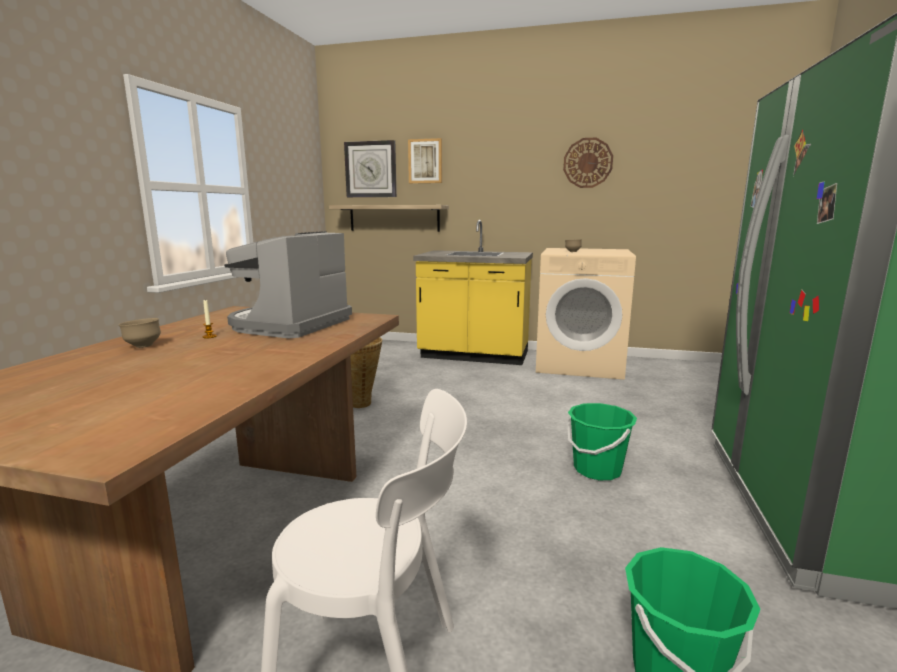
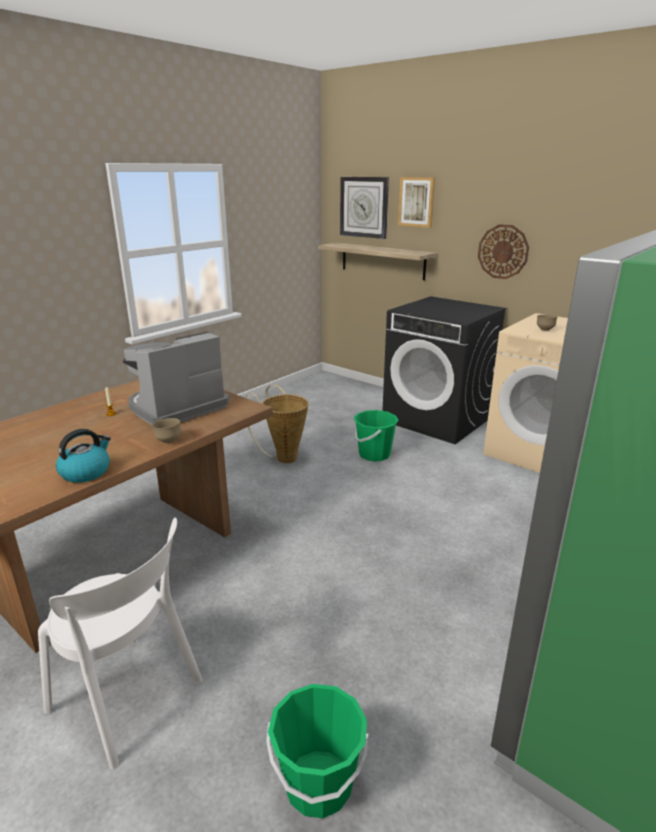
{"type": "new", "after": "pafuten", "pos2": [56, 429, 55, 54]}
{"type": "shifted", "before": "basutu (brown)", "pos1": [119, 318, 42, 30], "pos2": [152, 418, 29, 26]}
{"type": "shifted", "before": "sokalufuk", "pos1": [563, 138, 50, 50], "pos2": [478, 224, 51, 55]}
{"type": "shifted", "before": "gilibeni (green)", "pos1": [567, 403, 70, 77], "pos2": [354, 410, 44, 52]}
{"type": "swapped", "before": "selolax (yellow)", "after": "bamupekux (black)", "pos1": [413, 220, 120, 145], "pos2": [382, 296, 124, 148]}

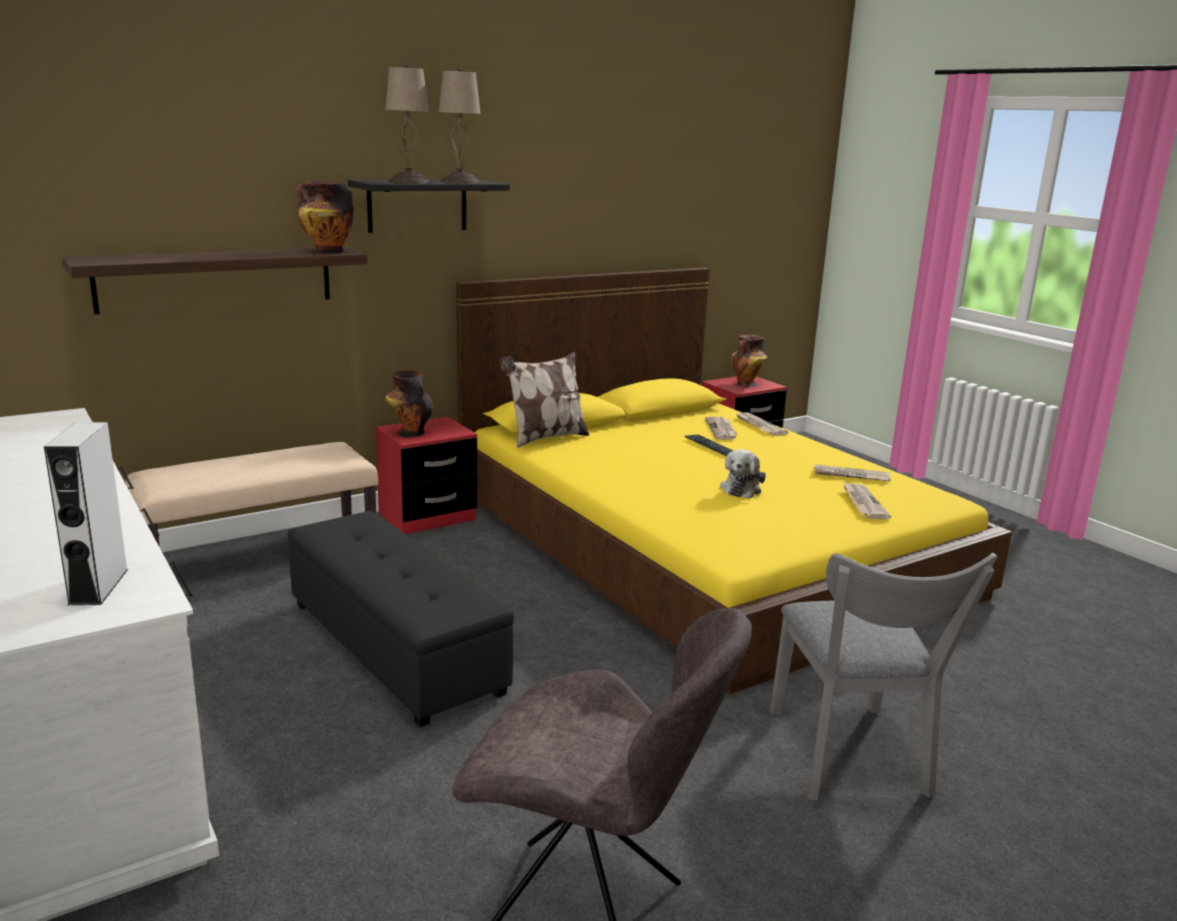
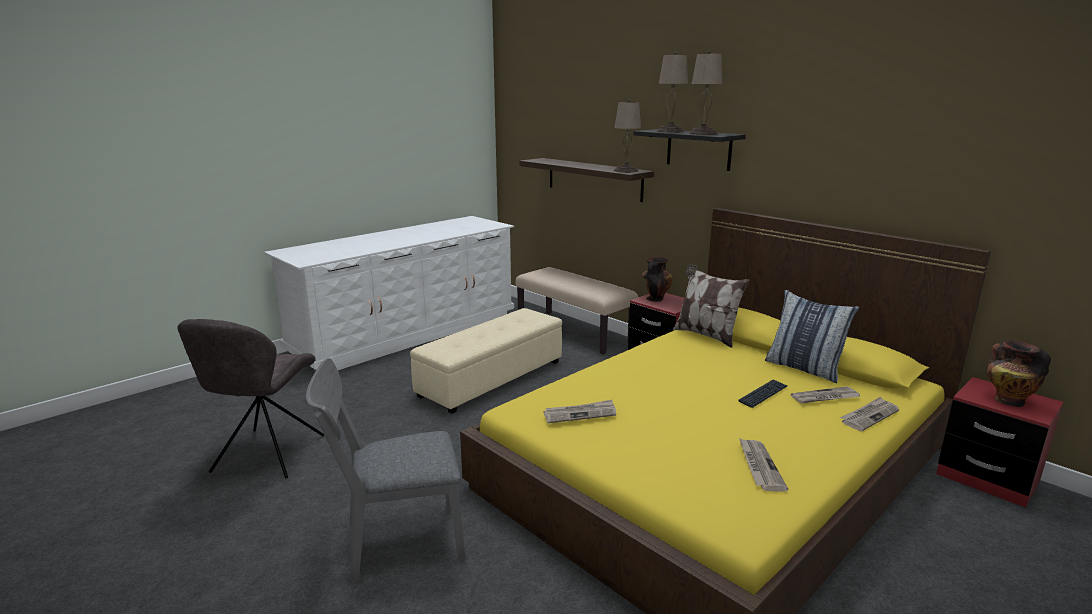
{"type": "gone", "before": "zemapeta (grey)", "pos1": [44, 422, 84, 183]}
{"type": "gone", "before": "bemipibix", "pos1": [720, 449, 46, 50]}
{"type": "new", "after": "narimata", "pos2": [765, 290, 94, 93]}
{"type": "shifted", "before": "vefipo", "pos1": [843, 482, 48, 37], "pos2": [543, 400, 73, 23]}
{"type": "swapped", "before": "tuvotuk", "after": "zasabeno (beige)", "pos1": [296, 181, 58, 72], "pos2": [614, 100, 27, 73]}
{"type": "repainted", "before": "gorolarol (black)", "after": "gorolarol (beige)", "pos1": [288, 511, 226, 216], "pos2": [410, 308, 152, 106]}

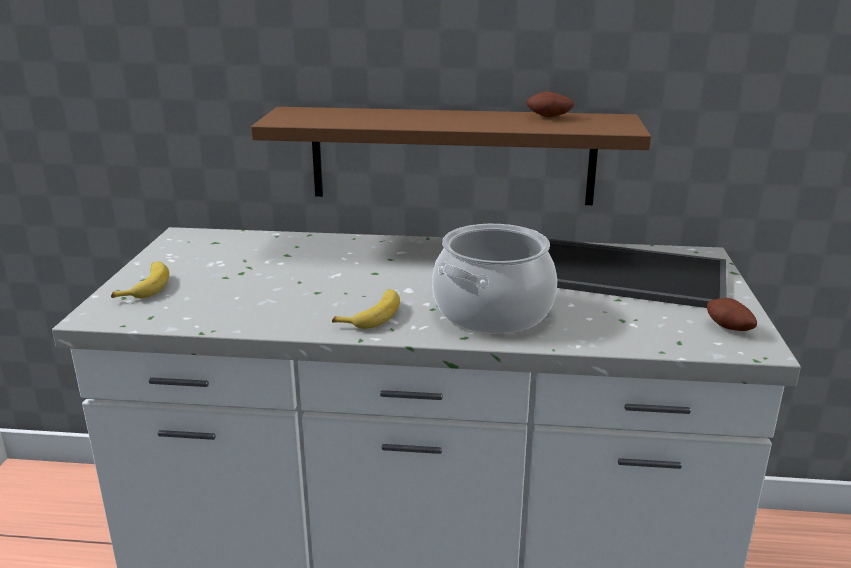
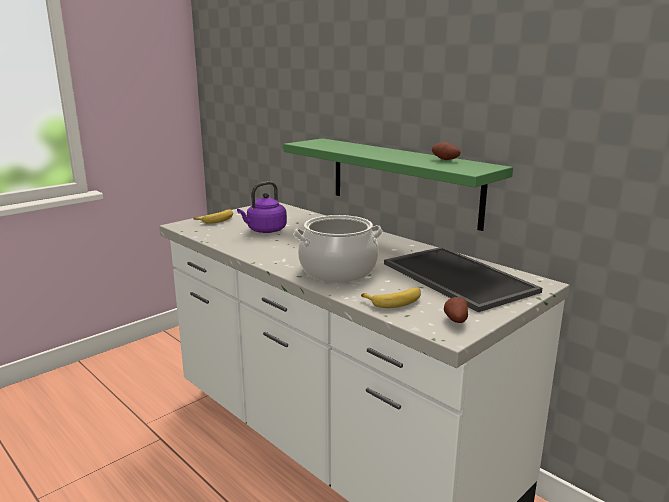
{"type": "new", "after": "pafuten (purple)", "pos2": [237, 181, 50, 52]}
{"type": "shifted", "before": "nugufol", "pos1": [332, 289, 68, 40], "pos2": [361, 288, 60, 20]}
{"type": "repainted", "before": "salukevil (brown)", "after": "salukevil (green)", "pos1": [251, 107, 400, 98], "pos2": [283, 138, 230, 93]}

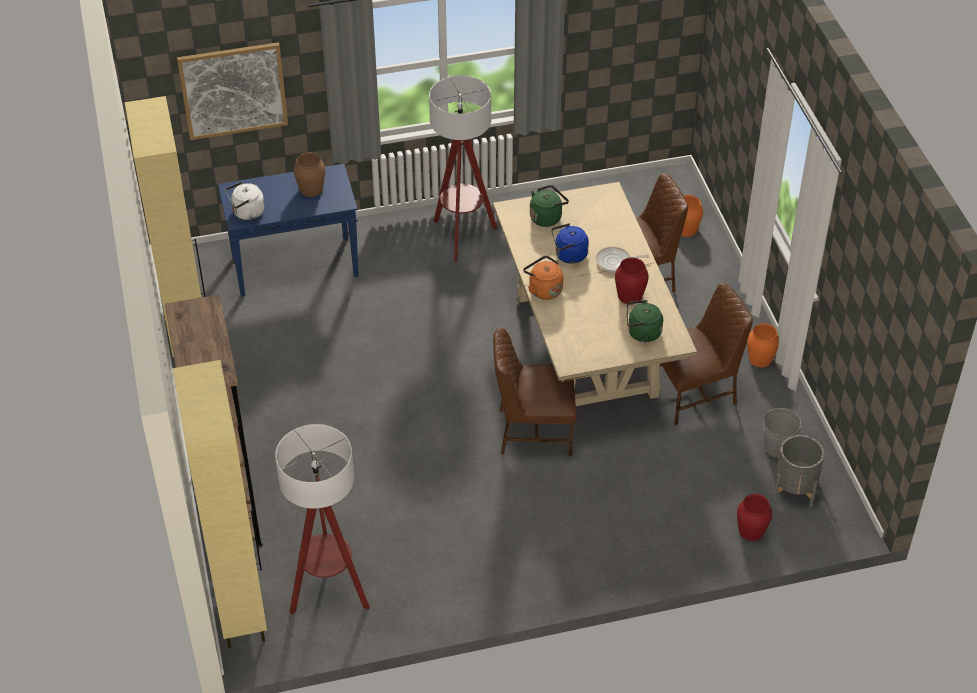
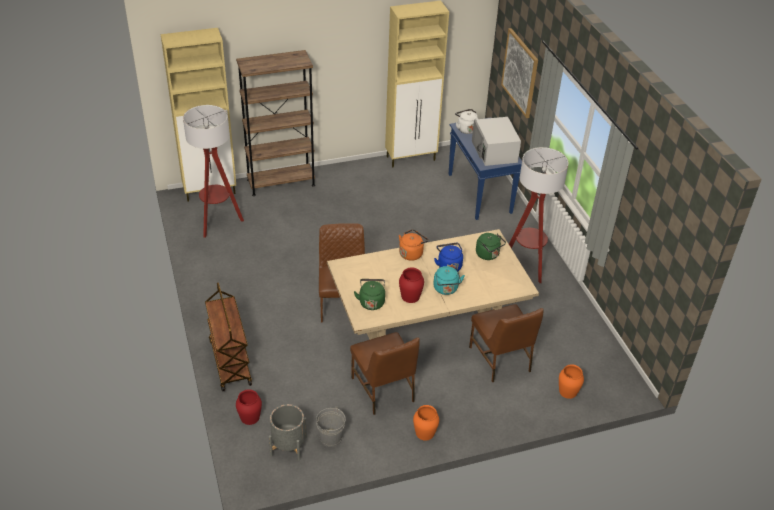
{"type": "new", "after": "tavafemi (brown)", "pos2": [205, 282, 47, 110]}
{"type": "swapped", "before": "tuvotuk (brown)", "after": "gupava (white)", "pos1": [294, 152, 31, 45], "pos2": [472, 117, 49, 49]}
{"type": "swapped", "before": "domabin", "after": "pafuten (turquoise)", "pos1": [596, 246, 53, 26], "pos2": [433, 266, 32, 29]}

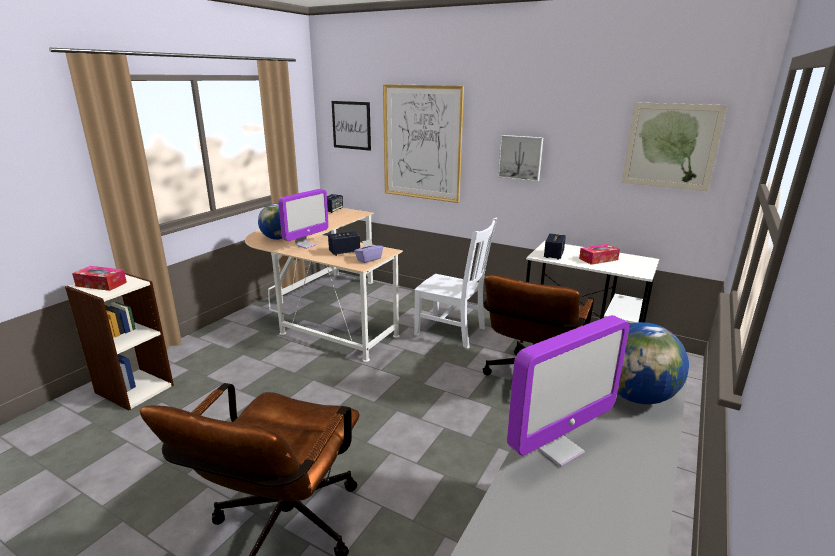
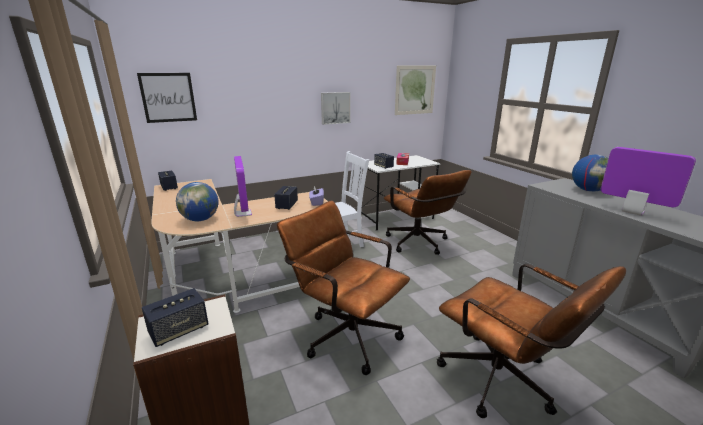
{"type": "gone", "before": "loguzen", "pos1": [383, 84, 81, 119]}
{"type": "new", "after": "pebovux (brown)", "pos2": [277, 200, 133, 175]}
{"type": "swapped", "before": "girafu", "after": "zemapeta", "pos1": [72, 266, 55, 25], "pos2": [142, 288, 67, 59]}
{"type": "rotated", "before": "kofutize", "pos1": [507, 315, 122, 151], "pos2": [601, 147, 95, 69], "turn": -45}

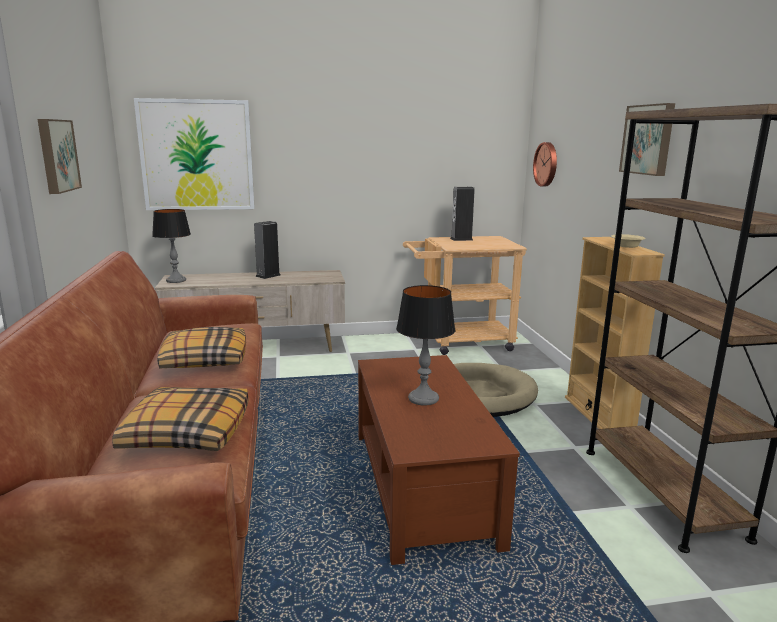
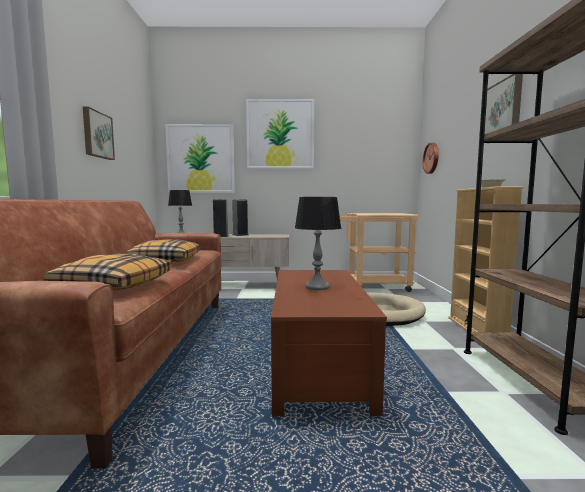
{"type": "new", "after": "loguzen", "pos2": [246, 99, 68, 70]}
{"type": "shifted", "before": "zemapeta", "pos1": [450, 187, 25, 54], "pos2": [213, 199, 16, 38]}

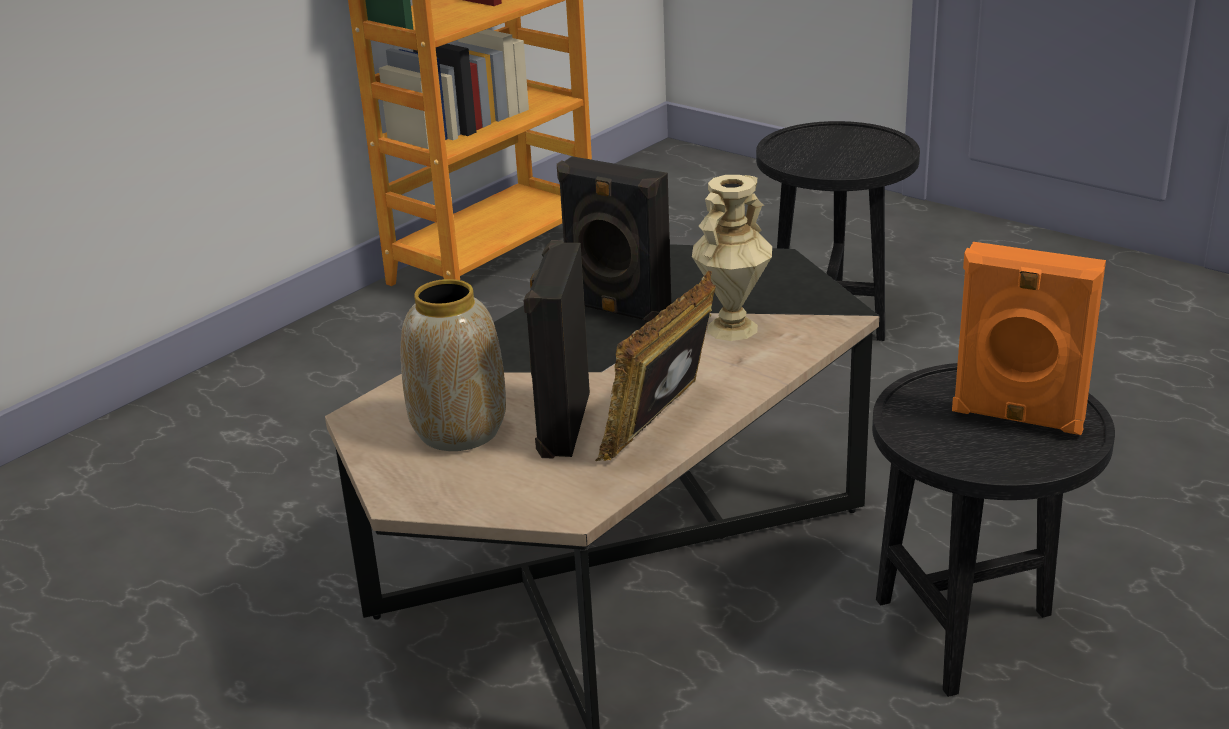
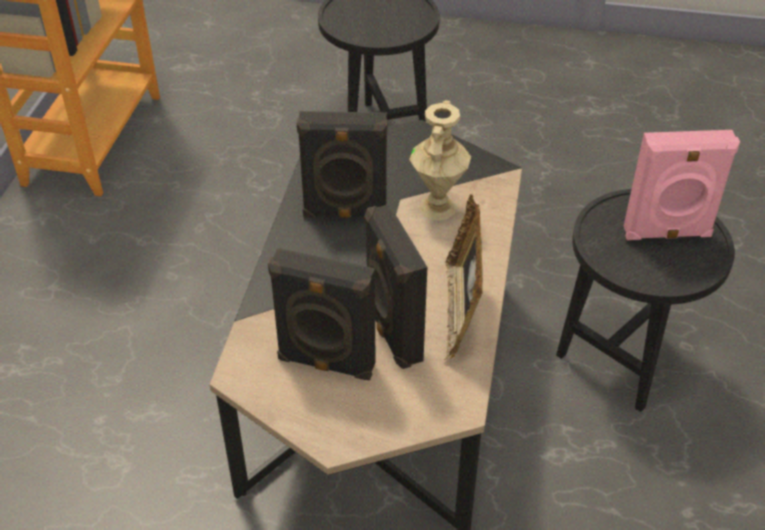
{"type": "swapped", "before": "tuvotuk", "after": "zemapeta (black)", "pos1": [401, 279, 105, 172], "pos2": [268, 248, 107, 132]}
{"type": "repainted", "before": "zemapeta (orange)", "after": "zemapeta (pink)", "pos1": [952, 242, 154, 193], "pos2": [624, 130, 116, 110]}

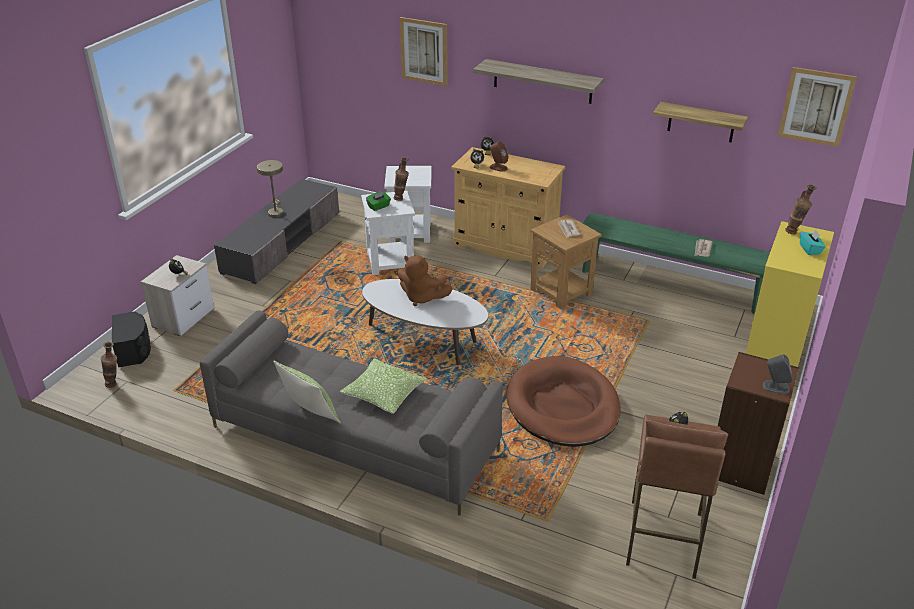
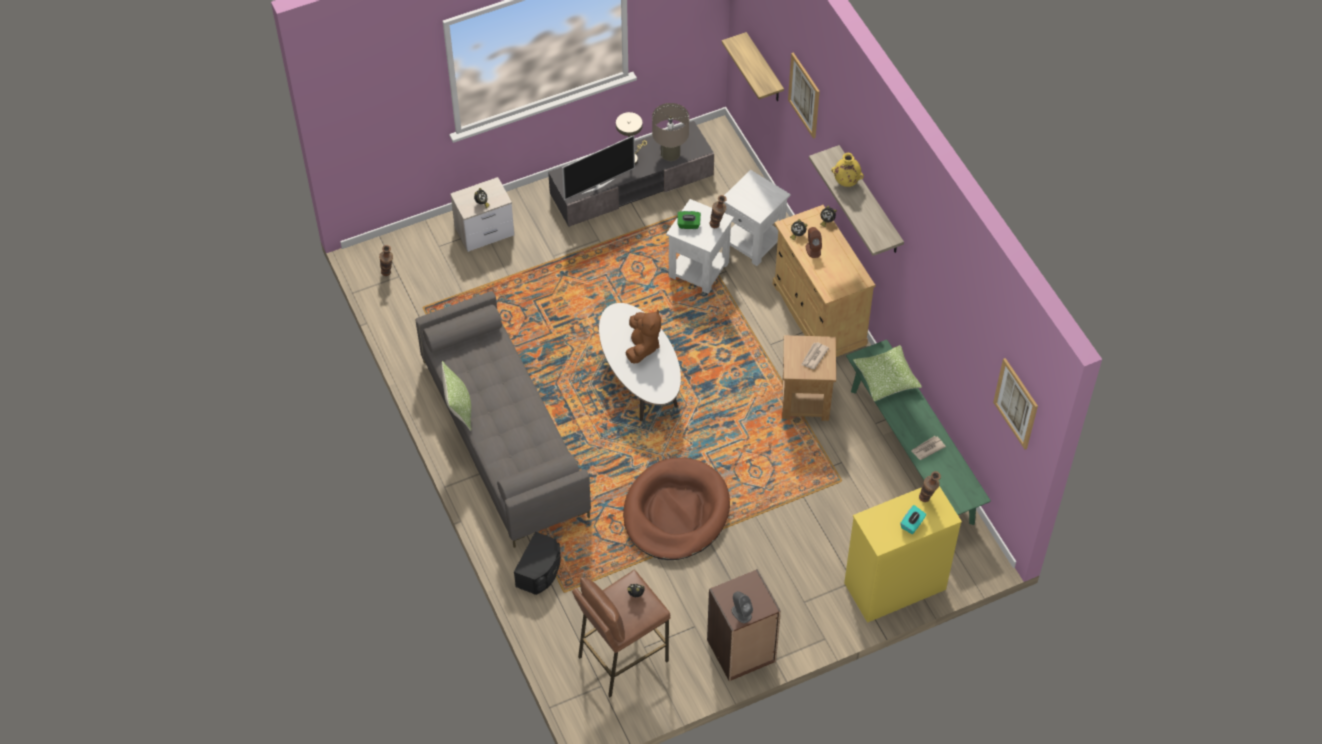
{"type": "new", "after": "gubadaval", "pos2": [562, 135, 73, 65]}
{"type": "new", "after": "zasabeno (beige)", "pos2": [652, 103, 37, 58]}
{"type": "new", "after": "tuvotuk (yellow)", "pos2": [831, 153, 33, 34]}
{"type": "shifted", "before": "zemapeta (black)", "pos1": [112, 311, 39, 56], "pos2": [514, 532, 47, 63]}
{"type": "shifted", "before": "narimata", "pos1": [340, 358, 87, 56], "pos2": [853, 345, 69, 56]}
{"type": "shifted", "before": "salukevil", "pos1": [653, 102, 95, 40], "pos2": [722, 32, 62, 69]}
{"type": "rotated", "before": "bemipibix (brown)", "pos1": [397, 255, 56, 51], "pos2": [625, 310, 36, 54], "turn": -150}

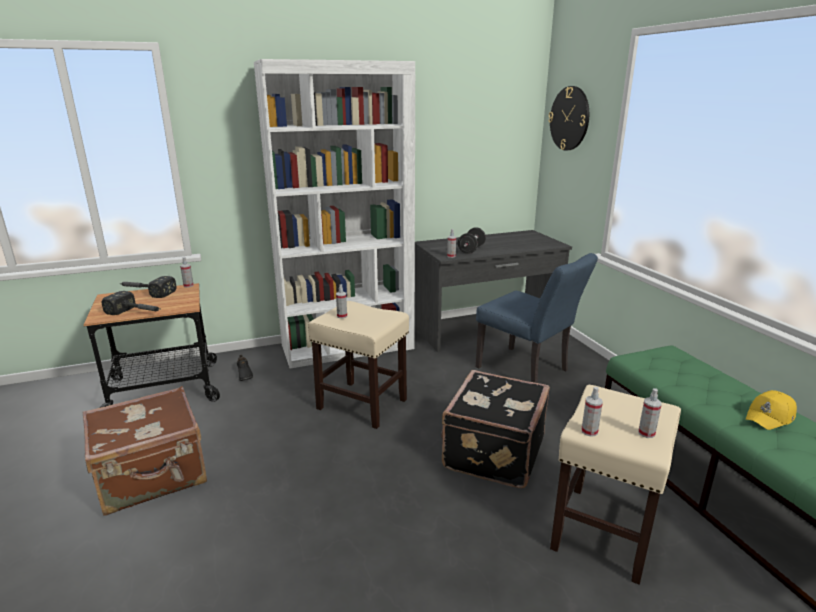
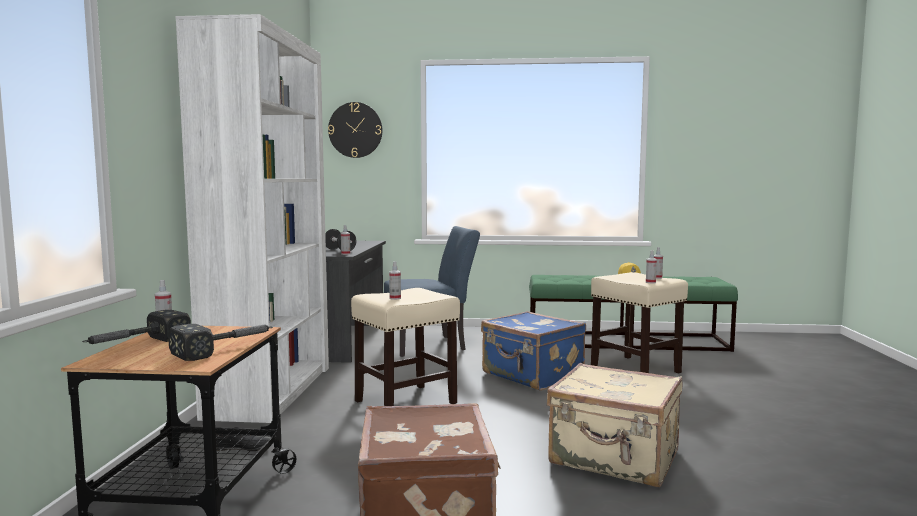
{"type": "new", "after": "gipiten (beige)", "pos2": [547, 363, 135, 124]}
{"type": "repainted", "before": "gipiten (black)", "after": "gipiten (blue)", "pos1": [441, 370, 109, 119], "pos2": [481, 311, 105, 80]}

